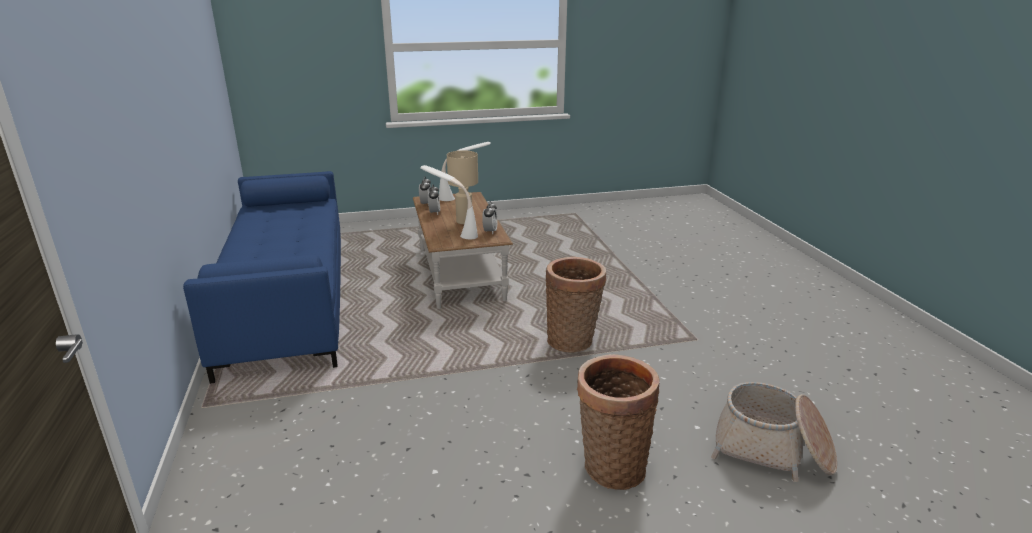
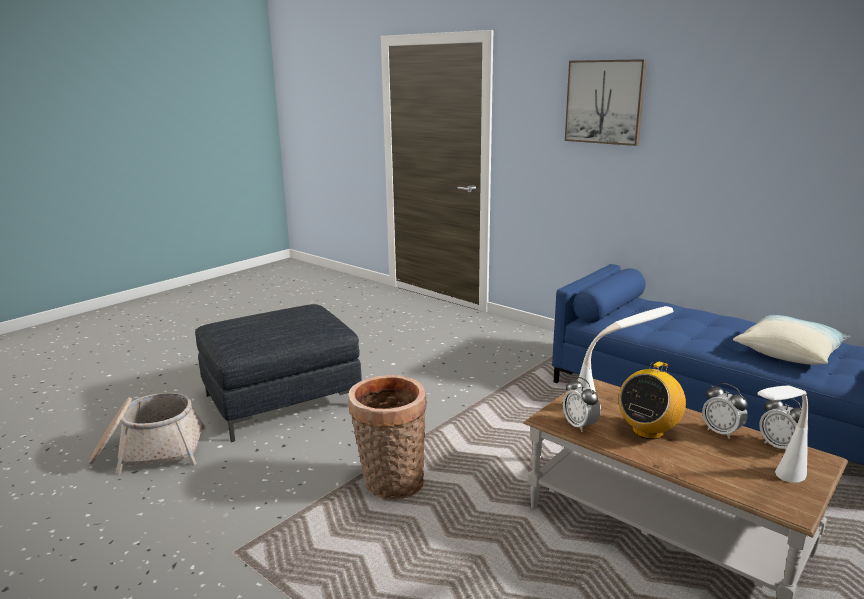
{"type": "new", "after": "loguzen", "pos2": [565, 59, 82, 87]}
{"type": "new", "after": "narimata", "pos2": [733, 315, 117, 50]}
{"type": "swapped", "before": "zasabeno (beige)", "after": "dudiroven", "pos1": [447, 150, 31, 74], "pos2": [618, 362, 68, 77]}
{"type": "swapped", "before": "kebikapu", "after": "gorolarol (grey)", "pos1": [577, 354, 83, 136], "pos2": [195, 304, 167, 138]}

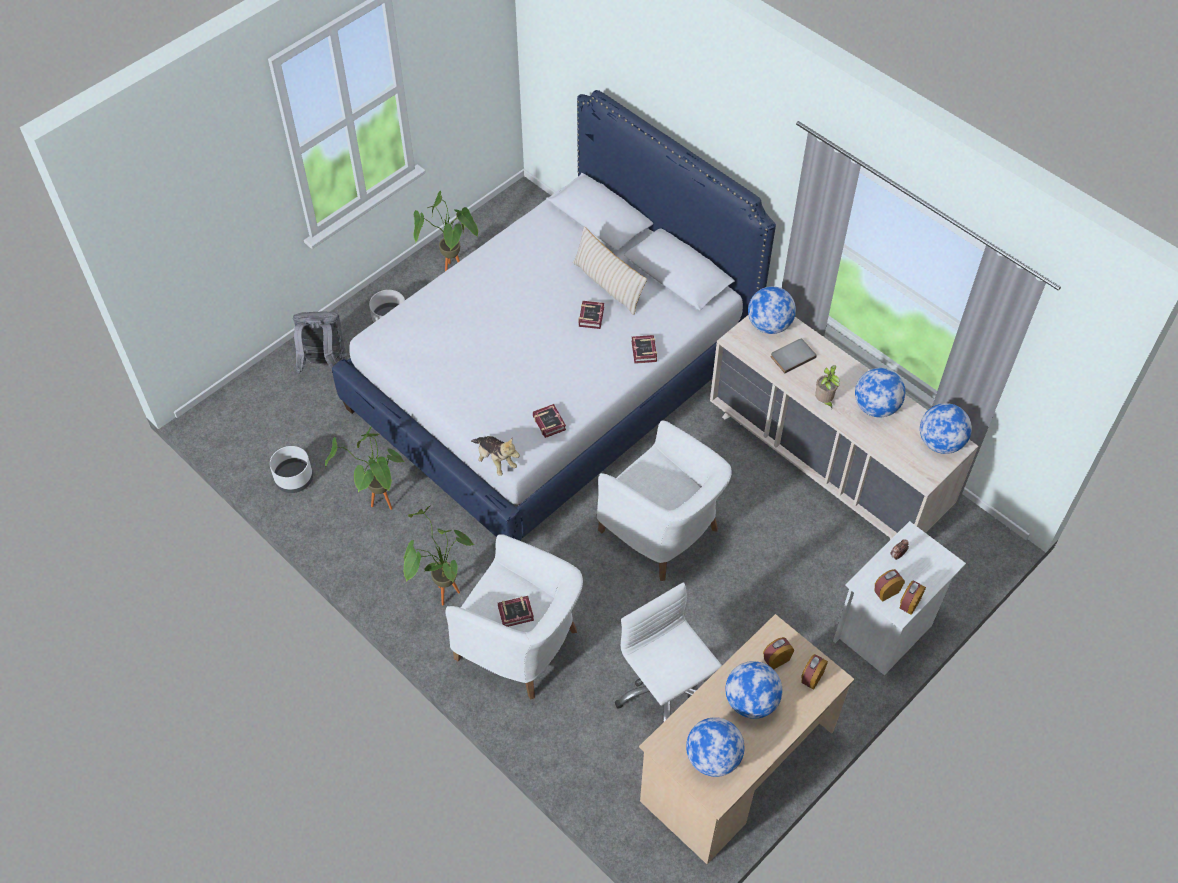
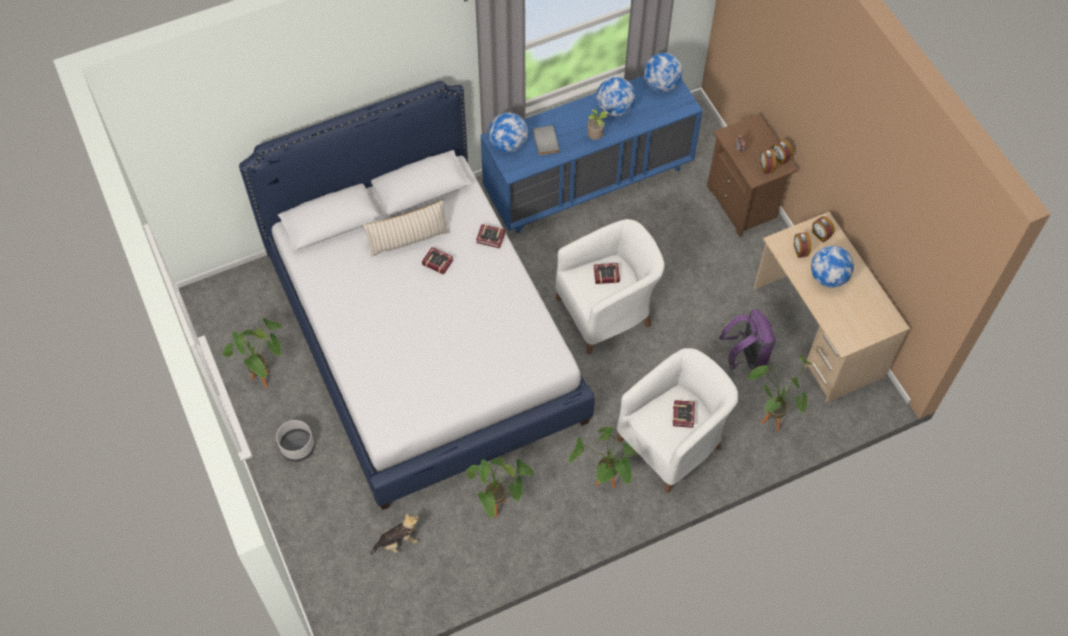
{"type": "gone", "before": "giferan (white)", "pos1": [270, 446, 43, 47]}
{"type": "gone", "before": "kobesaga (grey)", "pos1": [293, 311, 54, 63]}
{"type": "gone", "before": "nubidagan", "pos1": [686, 717, 58, 60]}
{"type": "new", "after": "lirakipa", "pos2": [747, 354, 64, 77]}
{"type": "shifted", "before": "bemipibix", "pos1": [471, 436, 49, 40], "pos2": [370, 514, 49, 41]}
{"type": "shifted", "before": "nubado", "pos1": [533, 404, 33, 34], "pos2": [594, 263, 26, 21]}
{"type": "swapped", "before": "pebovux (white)", "after": "kobesaga (purple)", "pos1": [615, 582, 107, 140], "pos2": [719, 309, 57, 61]}
{"type": "repainted", "before": "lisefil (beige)", "after": "lisefil (blue)", "pos1": [710, 315, 268, 225], "pos2": [481, 76, 222, 157]}
{"type": "repainted", "before": "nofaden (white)", "after": "nofaden (brown)", "pos1": [833, 521, 133, 154], "pos2": [707, 114, 91, 123]}

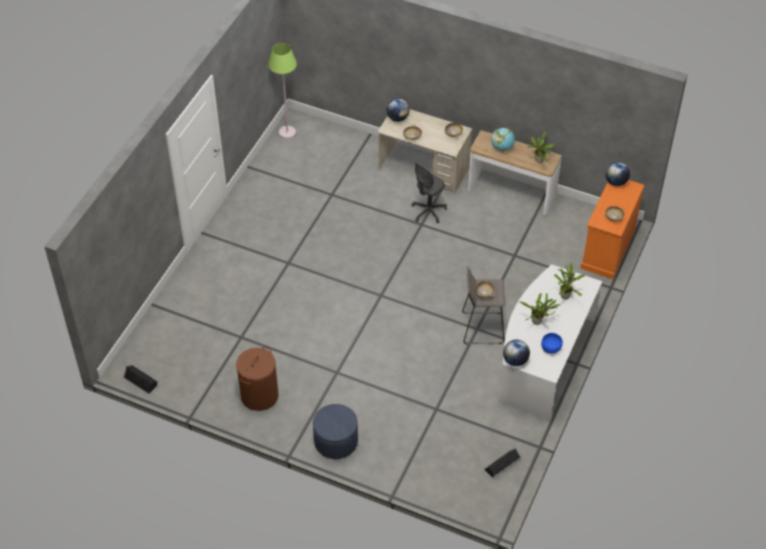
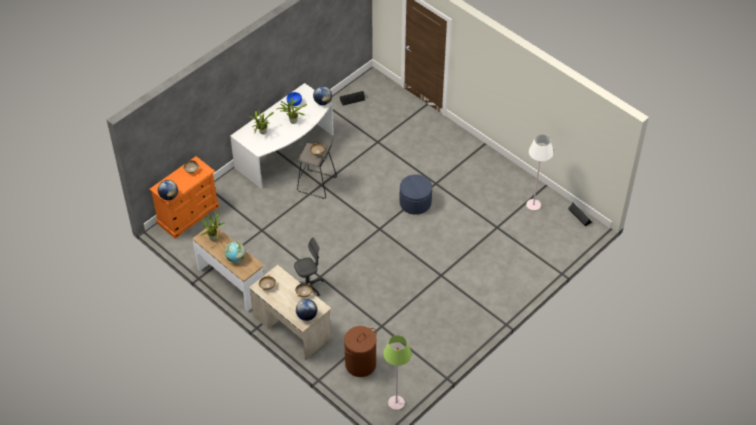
{"type": "new", "after": "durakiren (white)", "pos2": [526, 134, 28, 77]}
{"type": "shifted", "before": "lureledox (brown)", "pos1": [236, 347, 42, 64], "pos2": [344, 326, 33, 51]}
{"type": "shifted", "before": "gorolarol (blue)", "pos1": [313, 404, 45, 55], "pos2": [399, 174, 33, 41]}

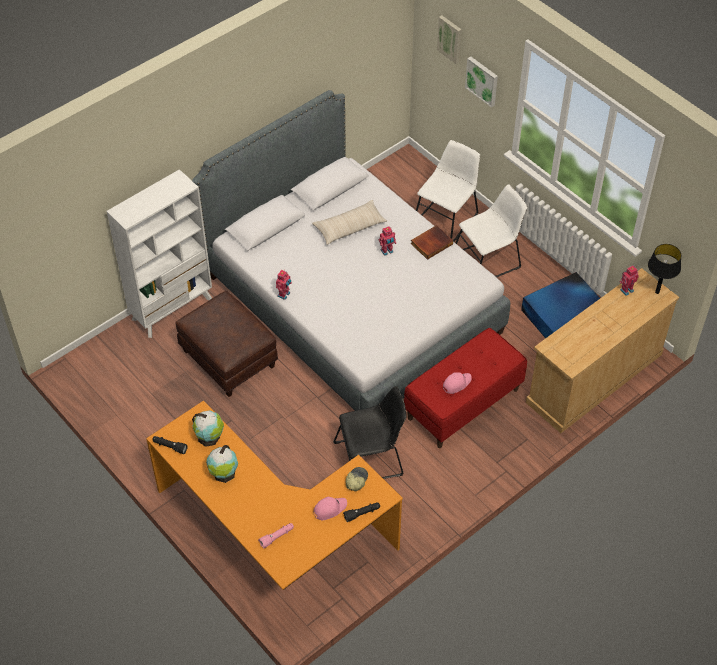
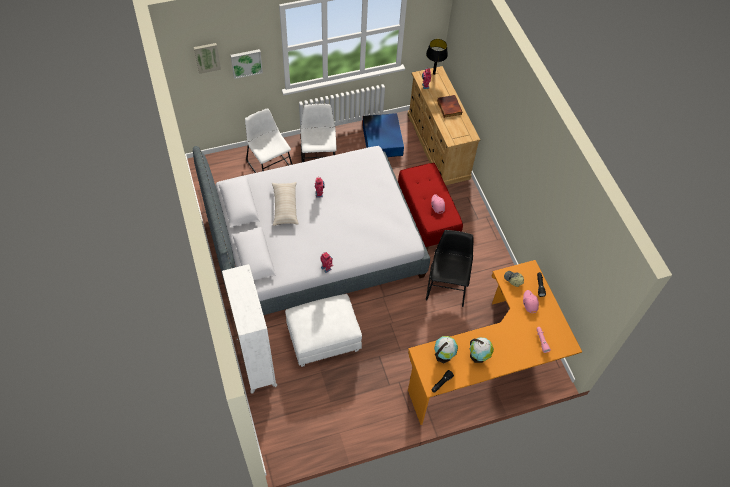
{"type": "shifted", "before": "nubado", "pos1": [411, 225, 42, 35], "pos2": [437, 95, 25, 23]}
{"type": "repainted", "before": "gorolarol (brown)", "after": "gorolarol (white)", "pos1": [175, 291, 103, 106], "pos2": [285, 294, 77, 73]}

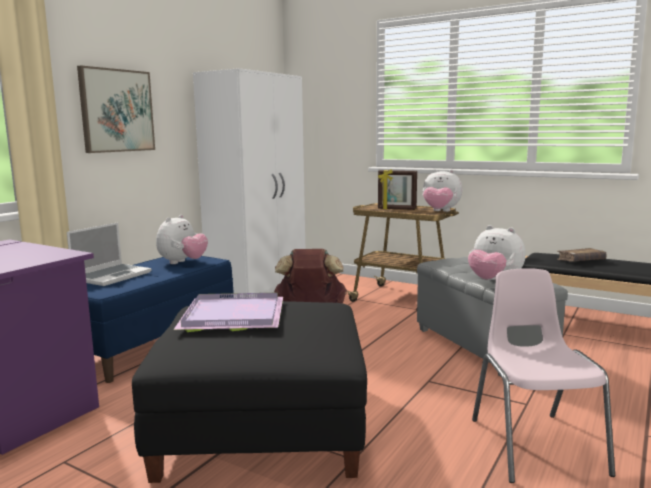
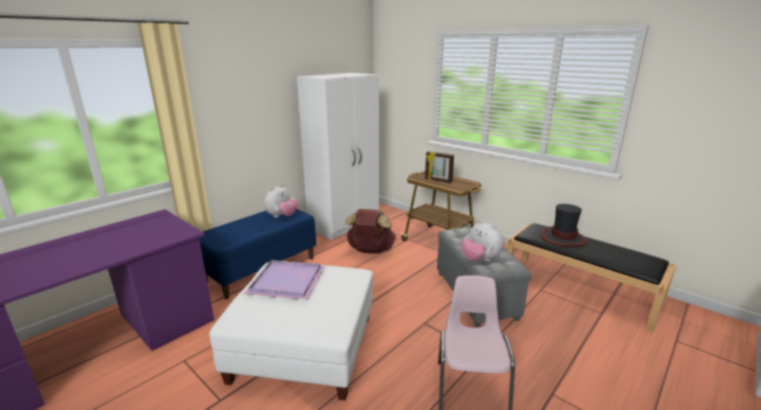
{"type": "gone", "before": "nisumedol", "pos1": [67, 222, 85, 64]}
{"type": "gone", "before": "loguzen", "pos1": [77, 65, 78, 88]}
{"type": "gone", "before": "bemipibix", "pos1": [423, 169, 39, 43]}
{"type": "swapped", "before": "nubado (brown)", "after": "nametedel", "pos1": [557, 248, 49, 14], "pos2": [540, 204, 47, 43]}
{"type": "repainted", "before": "gorolarol (black)", "after": "gorolarol (white)", "pos1": [132, 301, 235, 182], "pos2": [209, 262, 164, 138]}

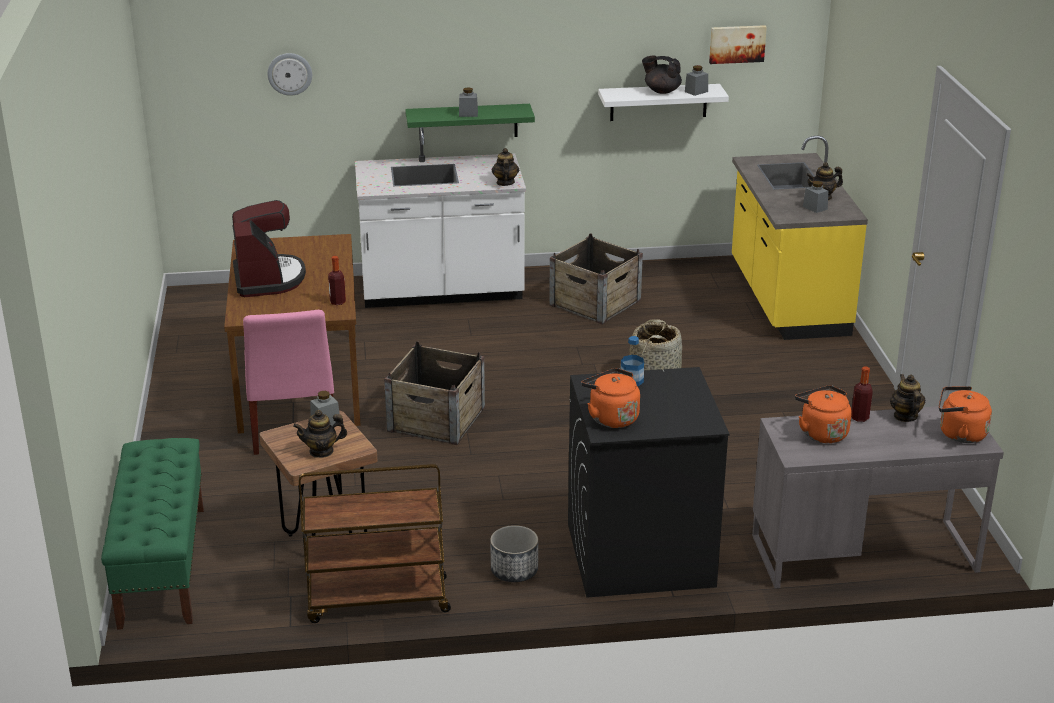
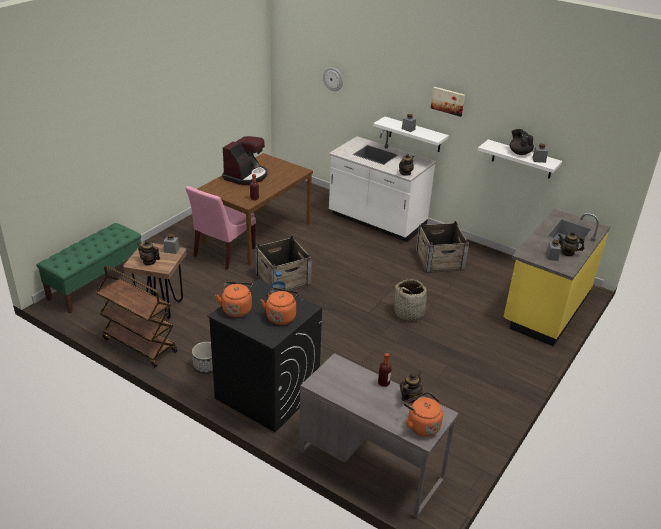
{"type": "shifted", "before": "loguzen", "pos1": [709, 25, 58, 39], "pos2": [431, 87, 34, 30]}
{"type": "shifted", "before": "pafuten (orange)", "pos1": [795, 385, 57, 58], "pos2": [260, 288, 39, 37]}
{"type": "repainted", "before": "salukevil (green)", "after": "salukevil (white)", "pos1": [405, 104, 130, 35], "pos2": [373, 117, 76, 35]}

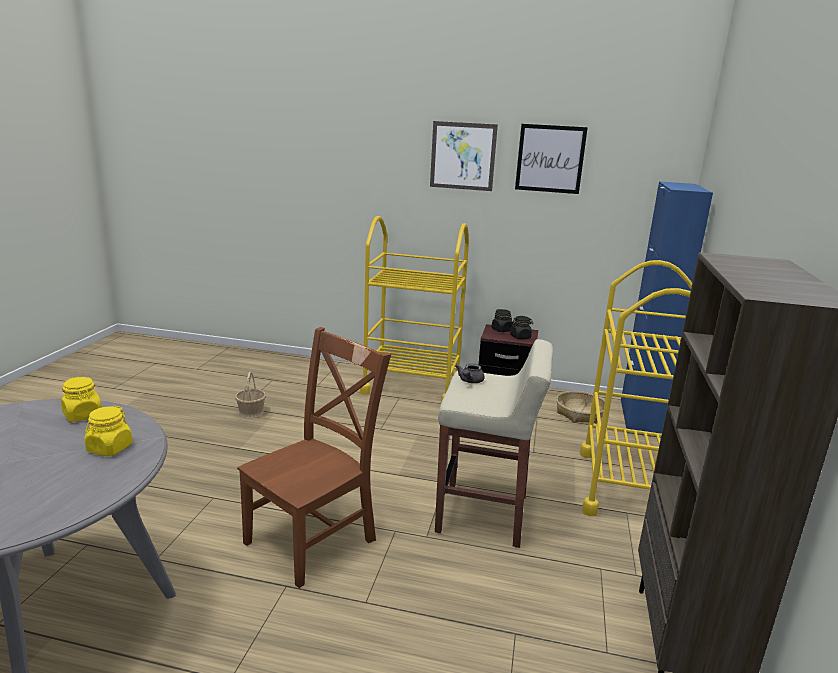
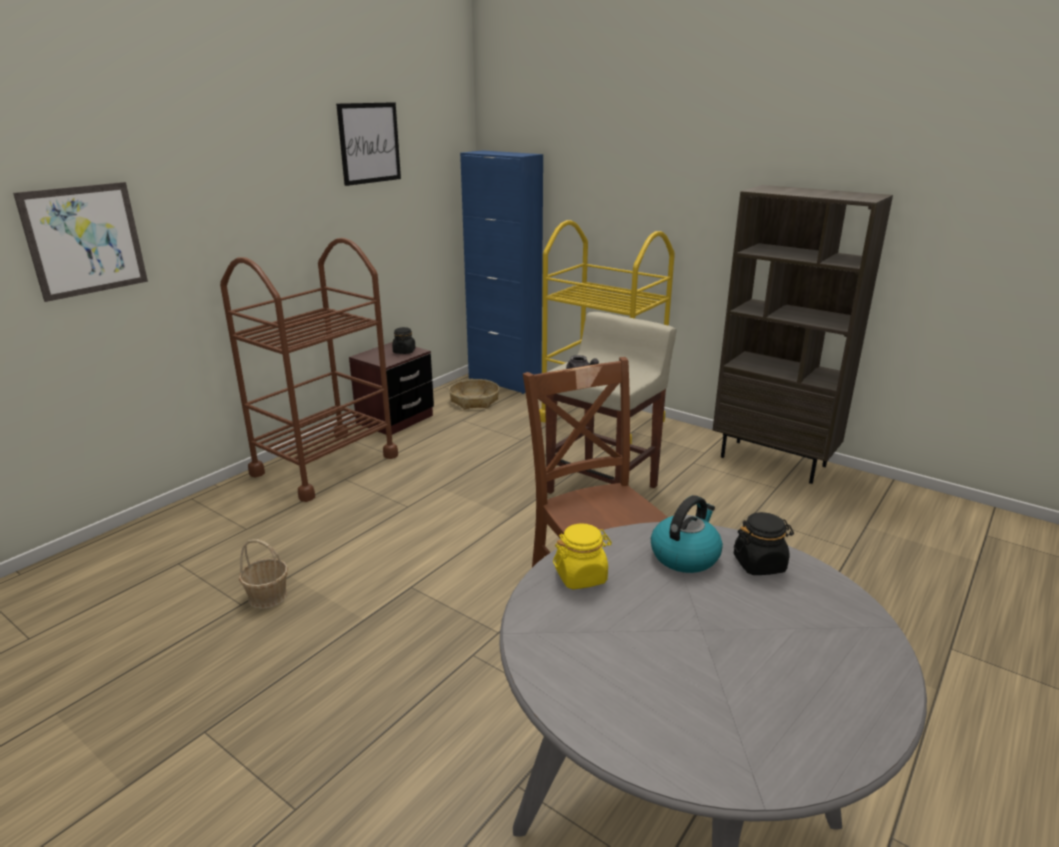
{"type": "shifted", "before": "loguzen", "pos1": [430, 121, 68, 70], "pos2": [13, 182, 135, 120]}
{"type": "shifted", "before": "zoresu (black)", "pos1": [492, 309, 20, 23], "pos2": [734, 512, 60, 63]}
{"type": "swapped", "before": "zoresu (yellow)", "after": "pafuten", "pos1": [85, 406, 47, 50], "pos2": [651, 495, 72, 78]}
{"type": "repainted", "before": "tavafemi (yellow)", "after": "tavafemi (brown)", "pos1": [359, 216, 110, 186], "pos2": [220, 238, 178, 264]}

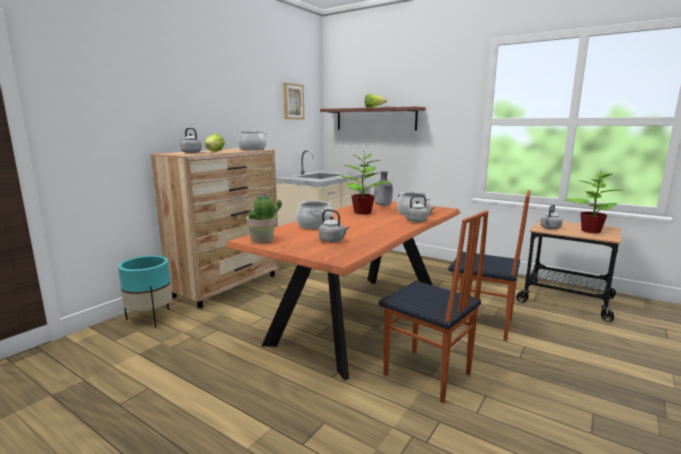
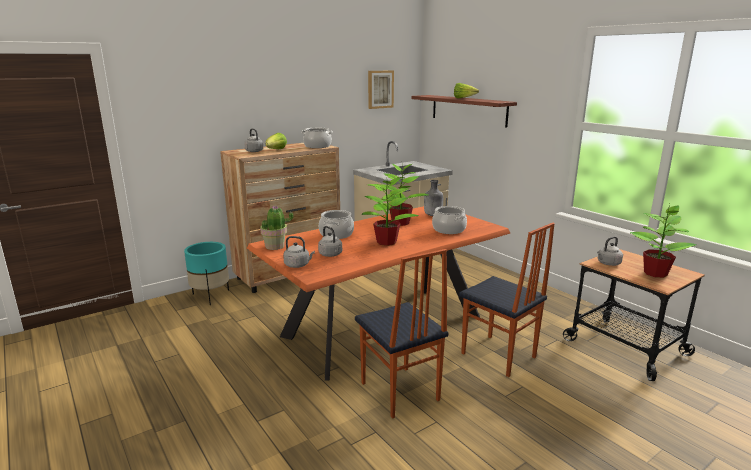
{"type": "new", "after": "lirakipa", "pos2": [361, 174, 57, 72]}
{"type": "shifted", "before": "pafuten (grey)", "pos1": [406, 195, 29, 27], "pos2": [283, 236, 32, 32]}

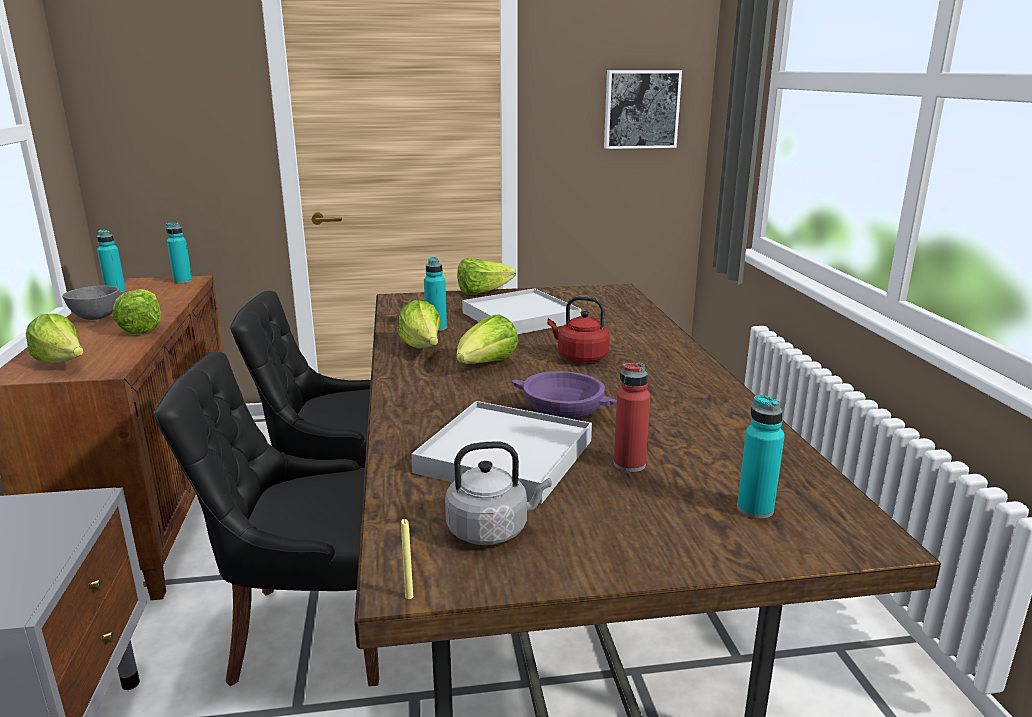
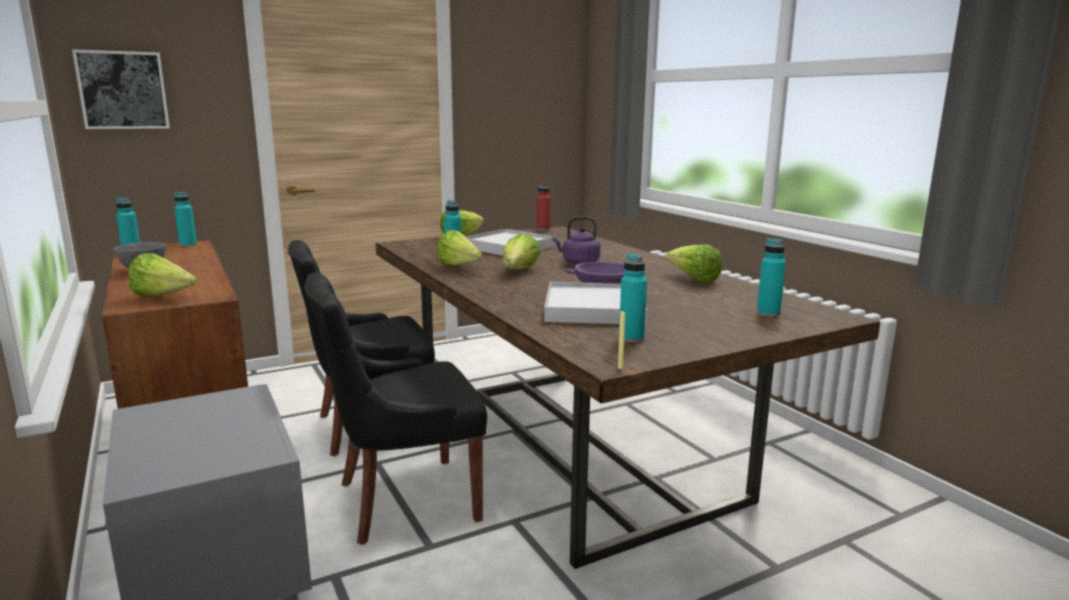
{"type": "shifted", "before": "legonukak", "pos1": [113, 289, 48, 45], "pos2": [665, 244, 57, 39]}
{"type": "shifted", "before": "loguzen", "pos1": [604, 70, 78, 79], "pos2": [72, 49, 98, 80]}
{"type": "shifted", "before": "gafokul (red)", "pos1": [614, 363, 37, 109], "pos2": [537, 184, 14, 47]}
{"type": "swapped", "before": "pafuten (grey)", "after": "gafokul (turquoise)", "pos1": [445, 442, 107, 103], "pos2": [619, 253, 28, 89]}
{"type": "repainted", "before": "pafuten (red)", "after": "pafuten (purple)", "pos1": [547, 296, 63, 66], "pos2": [553, 217, 47, 47]}

